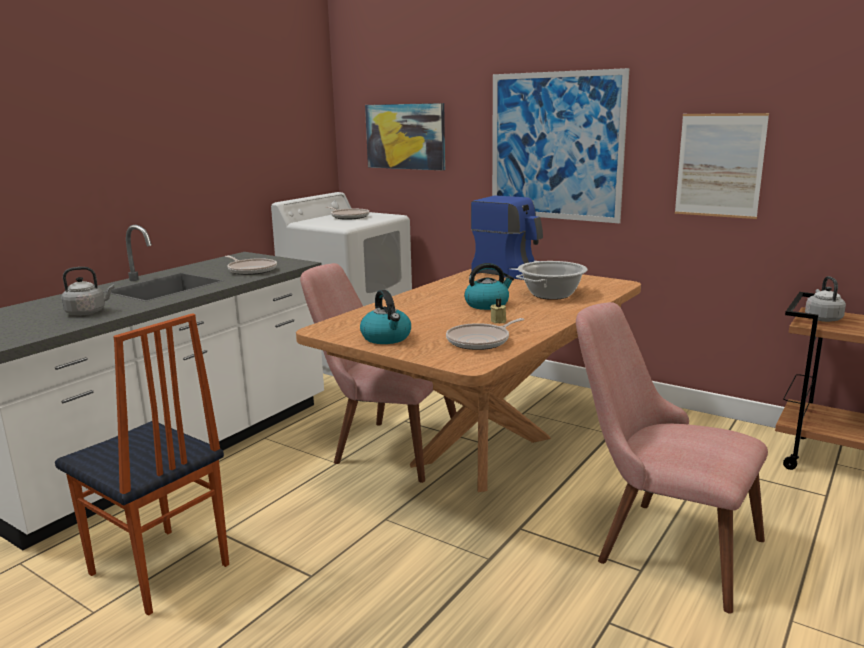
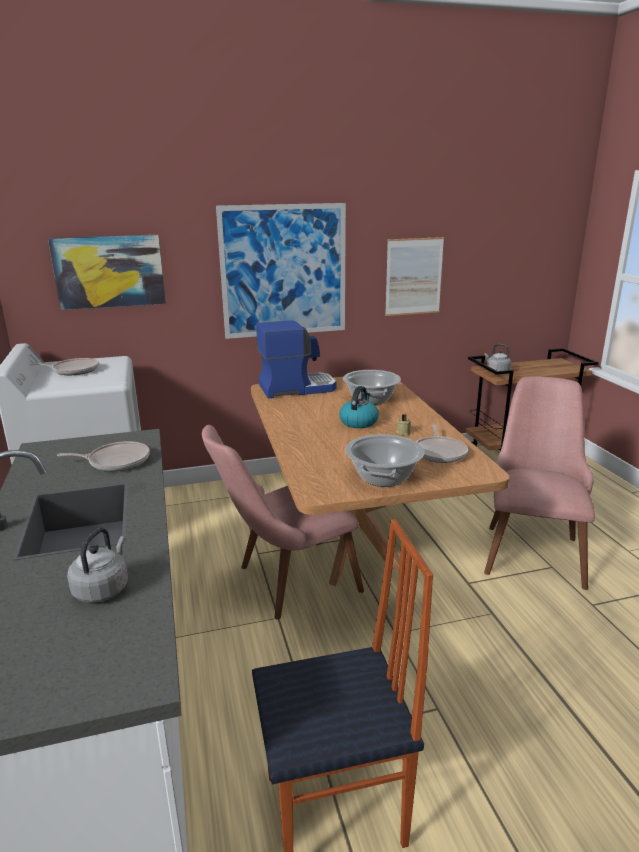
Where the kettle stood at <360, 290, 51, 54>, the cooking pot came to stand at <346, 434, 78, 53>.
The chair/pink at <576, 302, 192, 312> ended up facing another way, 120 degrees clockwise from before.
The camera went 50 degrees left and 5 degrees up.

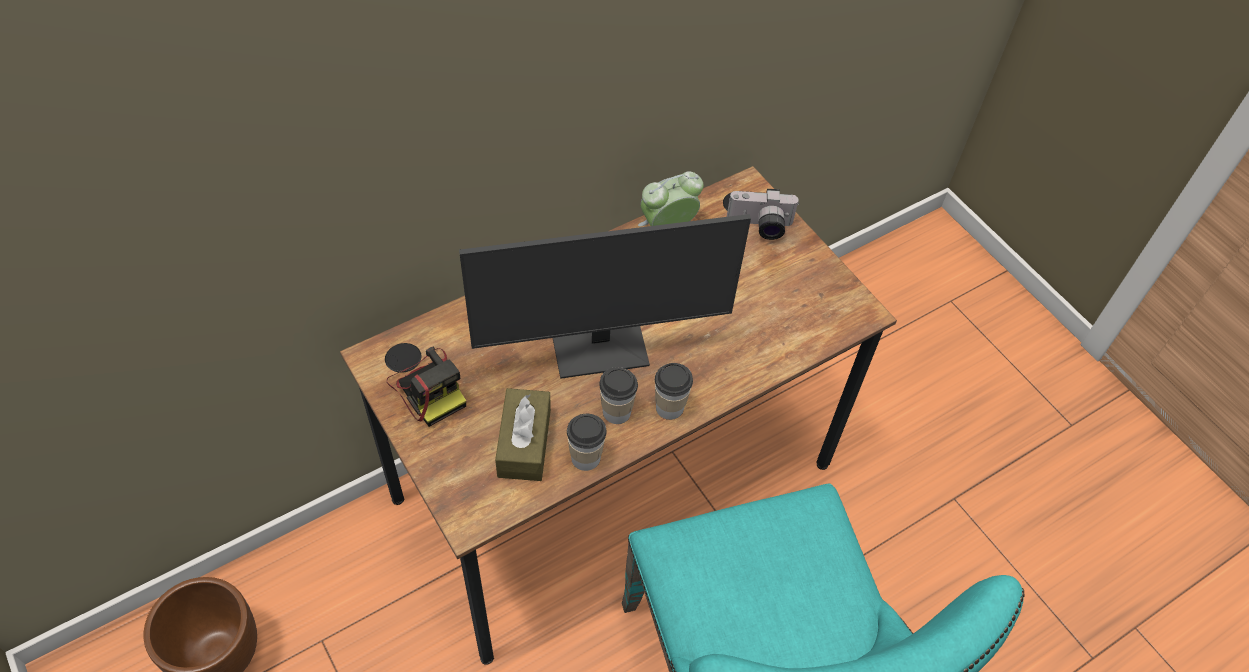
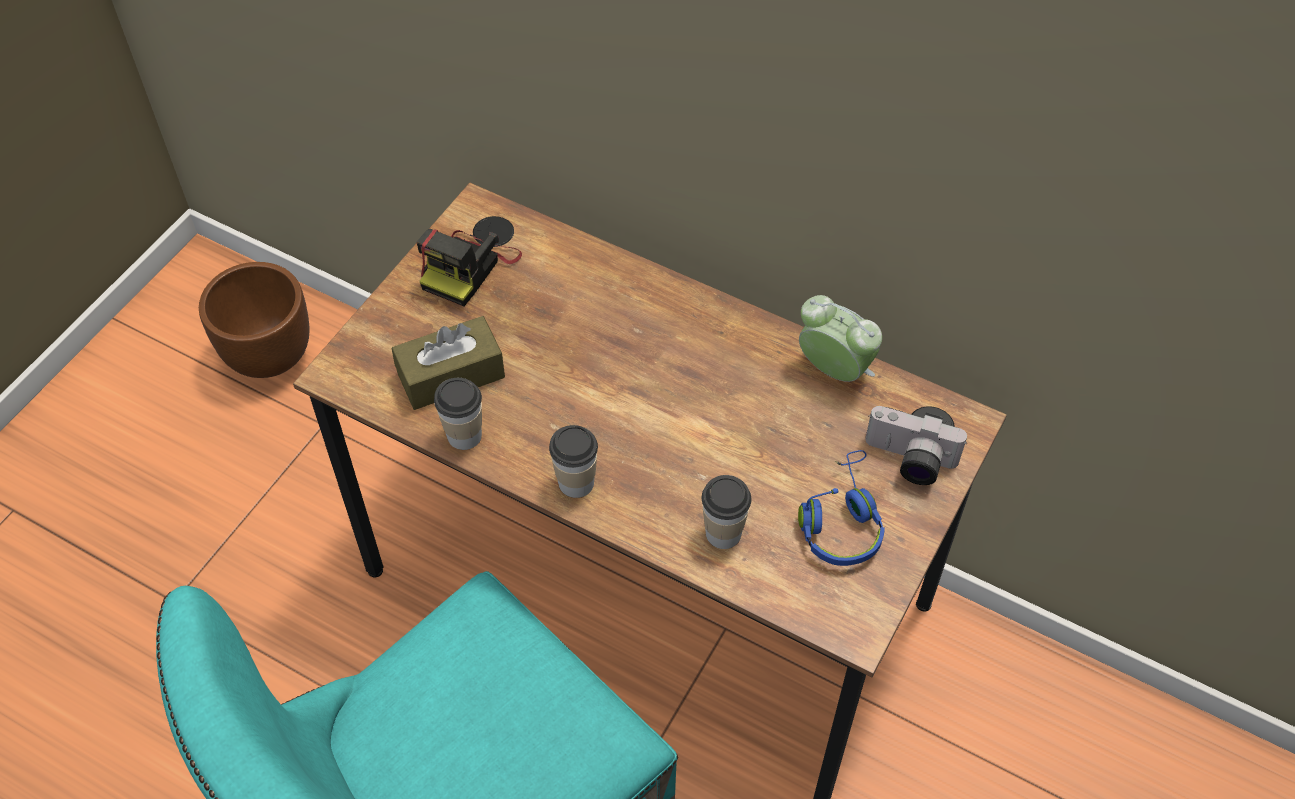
The second view lost the monitor at <459, 214, 292, 165>.
The cup ended up elsewhere, having gone from <599, 367, 39, 57> to <702, 475, 49, 74>.
The photo camera at <727, 189, 73, 51> ended up facing another way, 45 degrees counterclockwise from before.
The second view gained the headphones/blue at <798, 450, 87, 116>.
The camera went 65 degrees right and 0 degrees up.

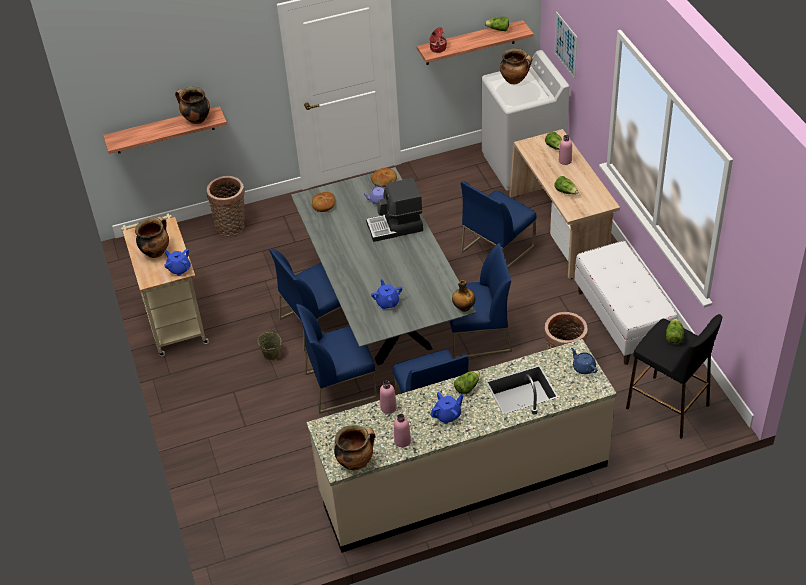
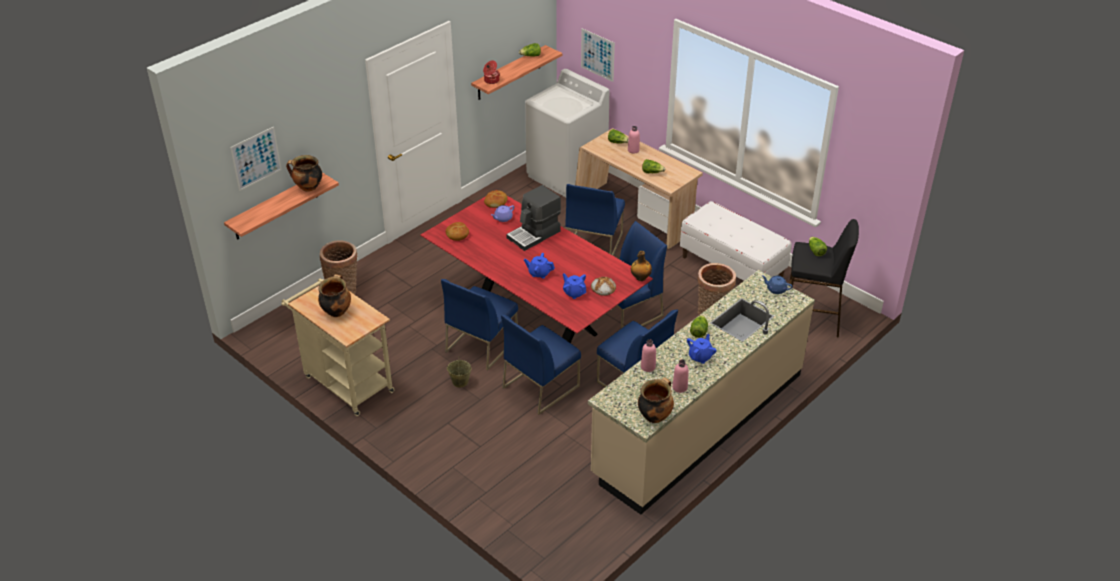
The teapot/blue ended up elsewhere, having gone from <164, 249, 27, 27> to <524, 253, 31, 26>.
What was the dining table/grey at <291, 167, 185, 198> turned into the dining table/red at <420, 196, 233, 147>.
The second view lost the cooking pot at <500, 48, 32, 36>.
The second view gained the picture at <230, 127, 52, 64>.
The second view gained the bread at <591, 277, 25, 19>.
The camera went 30 degrees left and 5 degrees down.

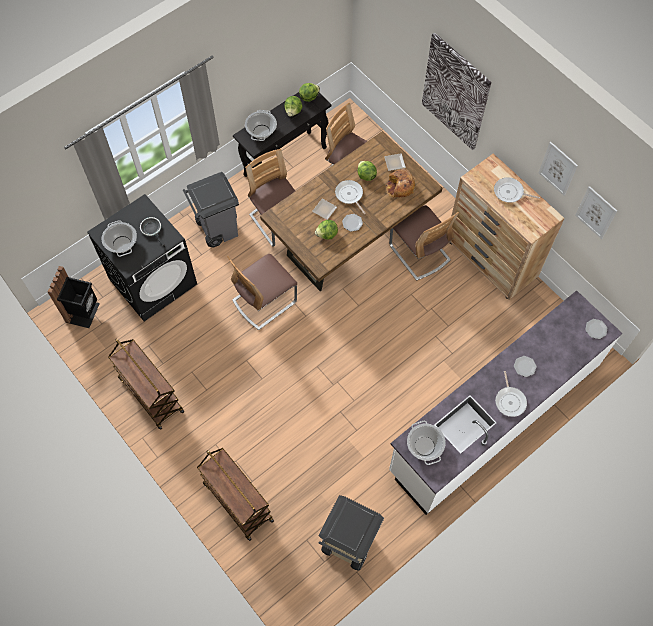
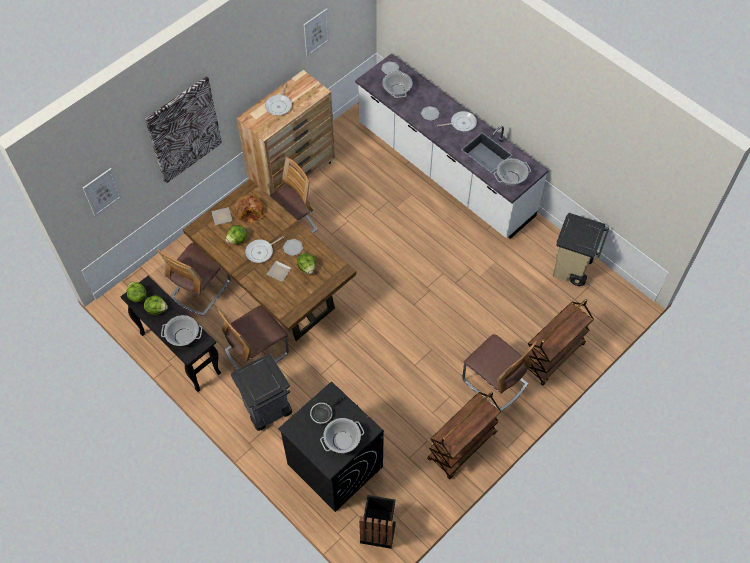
The chair ended up elsewhere, having gone from <227, 254, 70, 76> to <462, 334, 75, 77>.
The picture ended up elsewhere, having gone from <539, 142, 39, 54> to <83, 168, 39, 49>.
The second view gained the cooking pot at <382, 71, 30, 27>.
The camera went 95 degrees left and 5 degrees down.

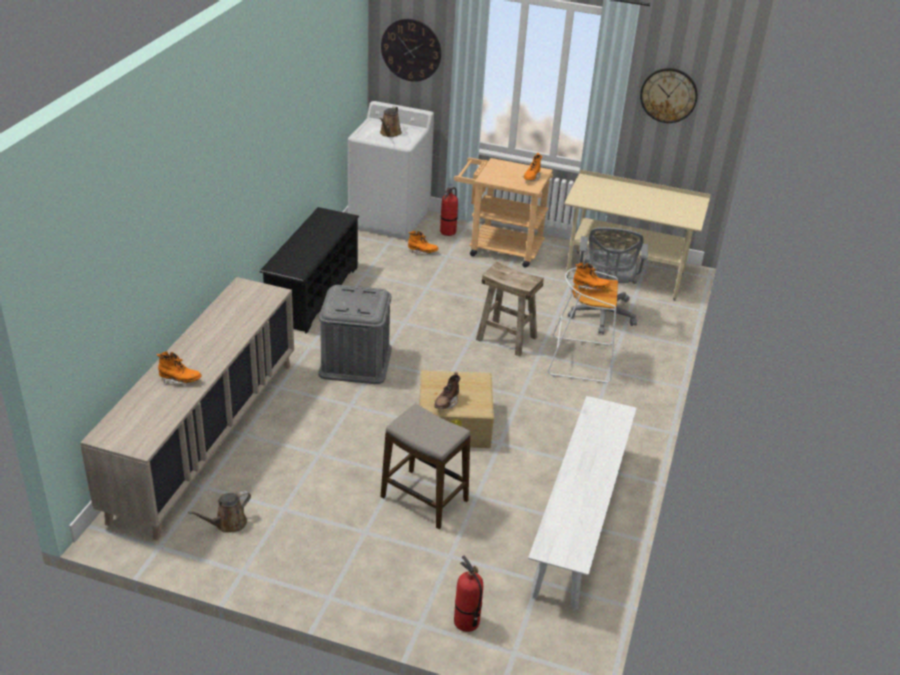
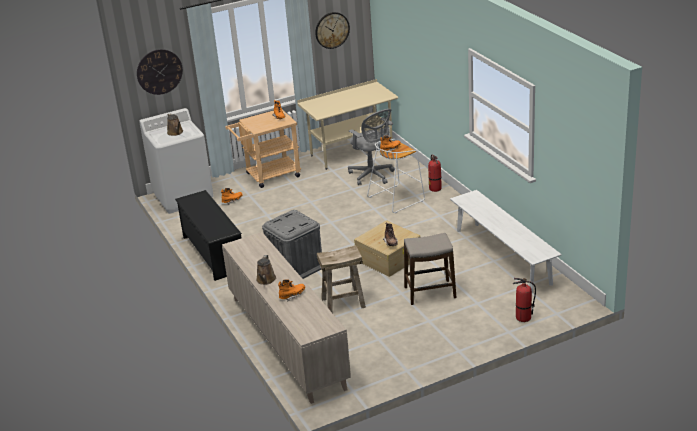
The watering can/brown ended up elsewhere, having gone from <188, 490, 63, 43> to <256, 255, 20, 30>.
The fire extinguisher ended up elsewhere, having gone from <440, 187, 18, 49> to <428, 155, 14, 37>.
The stool/beige ended up elsewhere, having gone from <476, 262, 68, 94> to <317, 245, 49, 68>.
The camera went 40 degrees left and 5 degrees down.

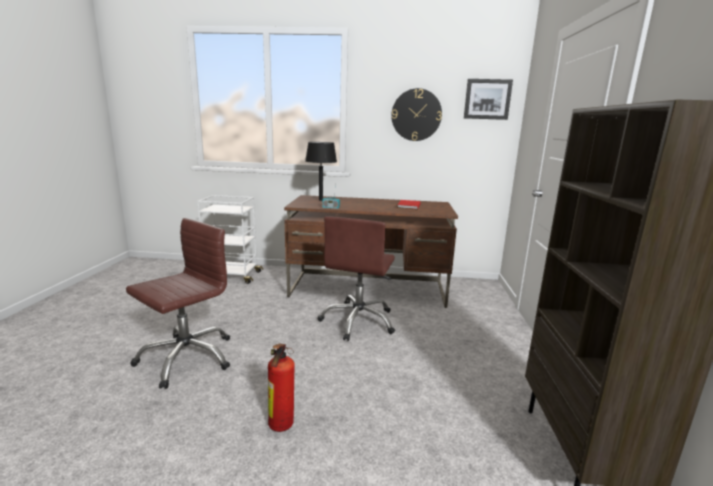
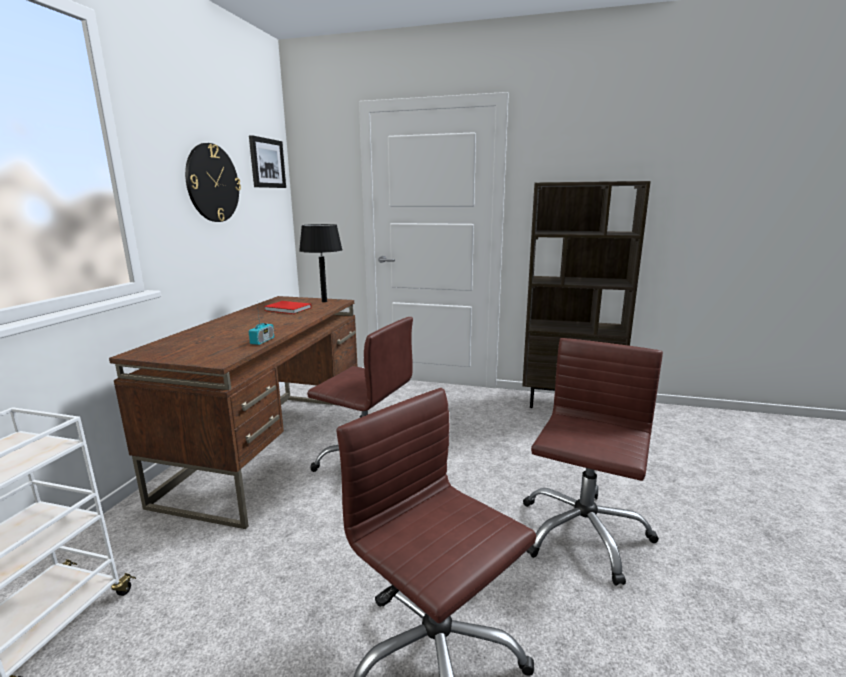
Where the fire extinguisher stood at <268, 343, 27, 89>, the office chair/brown came to stand at <523, 338, 140, 248>.
The table lamp/black ended up elsewhere, having gone from <305, 142, 32, 59> to <299, 224, 44, 78>.
The camera went 80 degrees left and 0 degrees up.

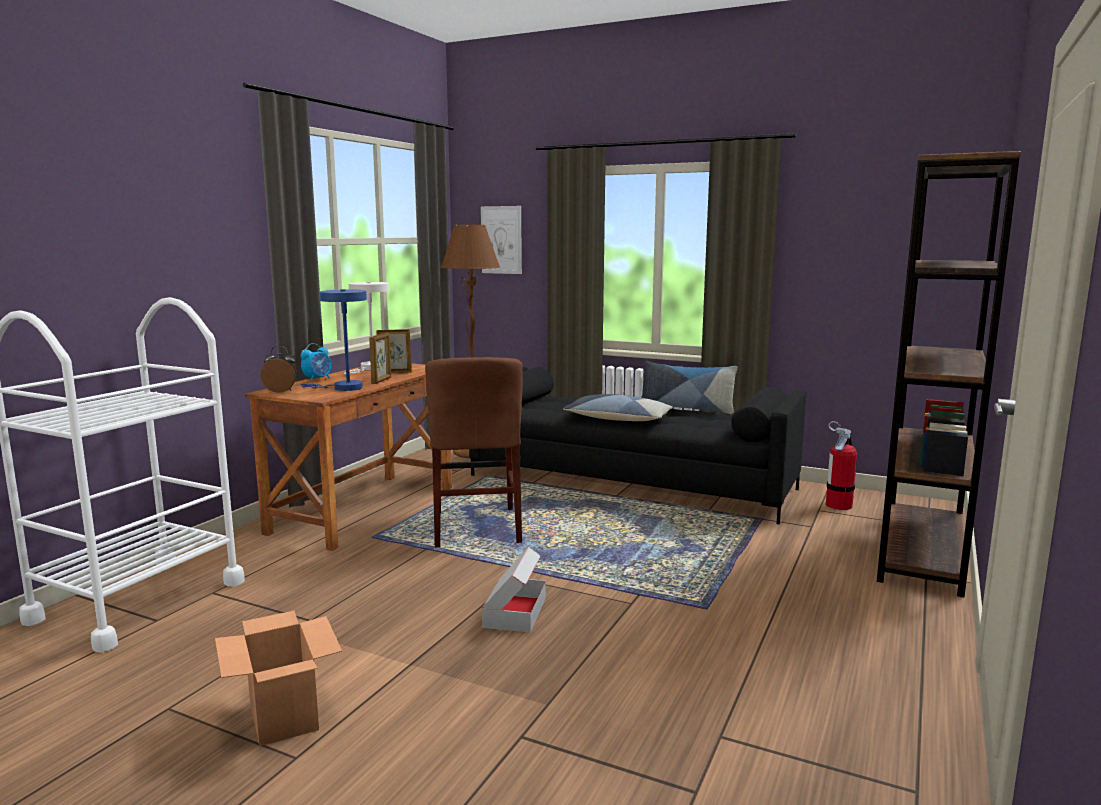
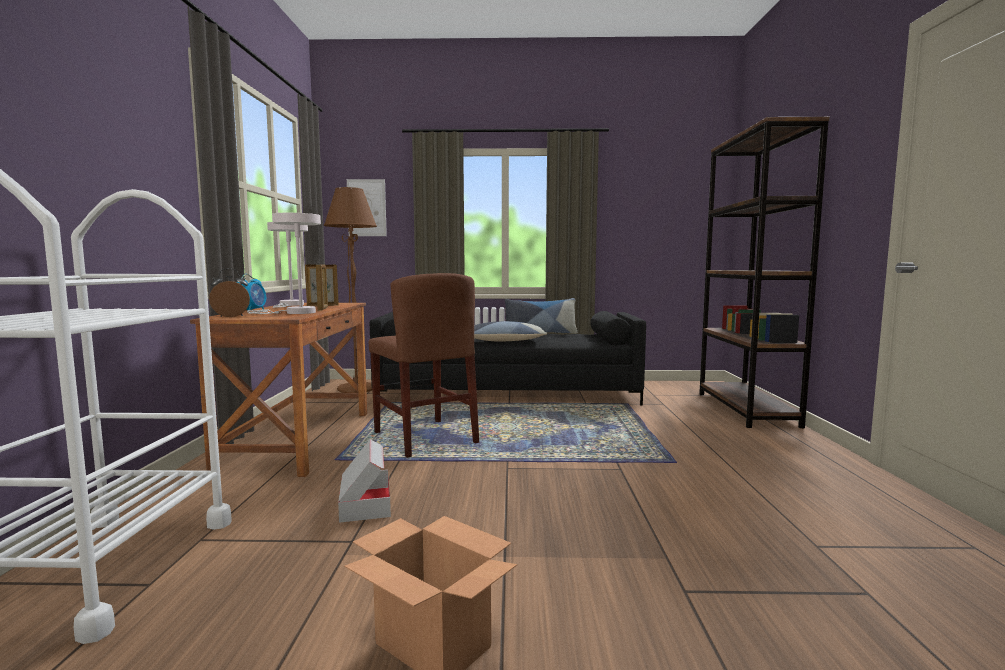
What was the table lamp/blue at <301, 289, 66, 102> turned into the table lamp/white at <247, 213, 74, 101>.
The cardboard box ended up elsewhere, having gone from <482, 547, 64, 86> to <338, 439, 53, 84>.
The second view lost the fire extinguisher at <826, 421, 31, 89>.
The camera went 25 degrees left and 5 degrees down.

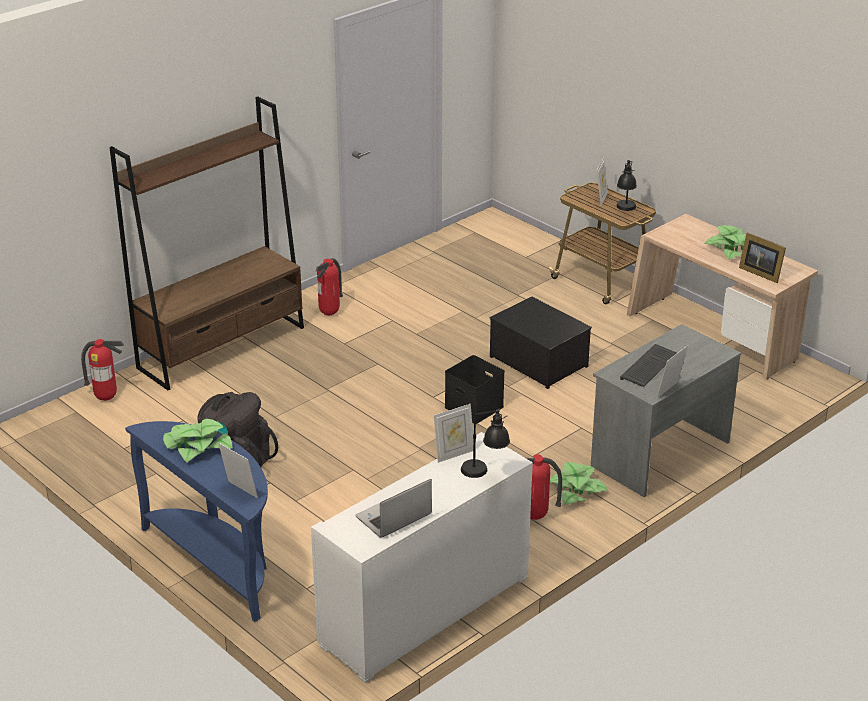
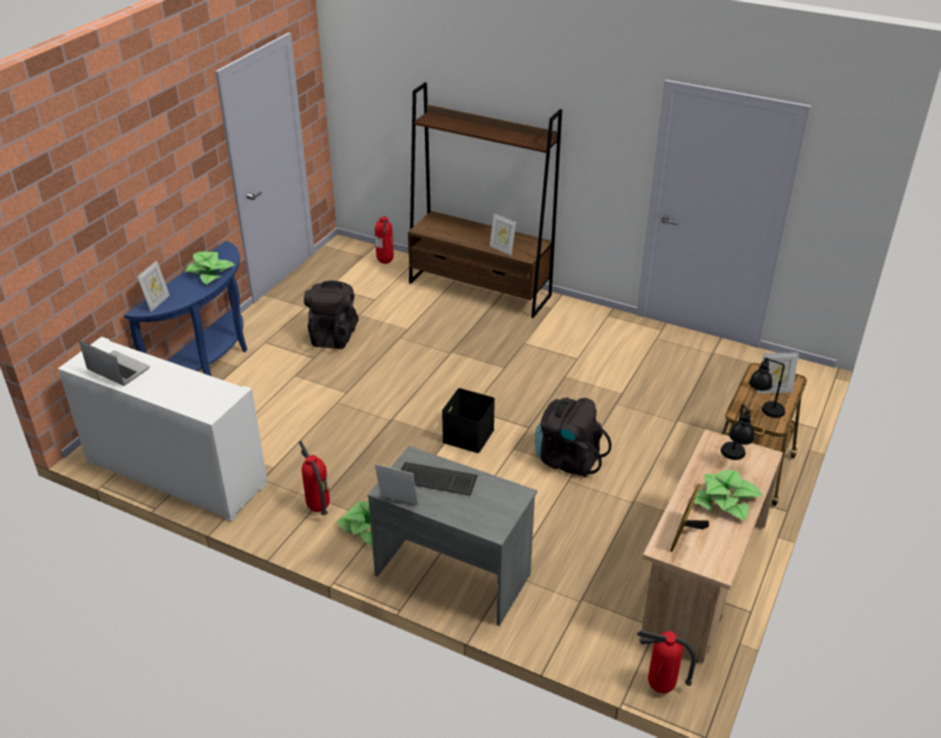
The fire extinguisher ended up elsewhere, having gone from <316, 258, 27, 57> to <637, 630, 59, 63>.
The picture frame ended up elsewhere, having gone from <434, 404, 39, 59> to <490, 213, 26, 43>.
The table lamp/black ended up elsewhere, having gone from <461, 408, 49, 70> to <721, 404, 34, 56>.
Where the storage box stood at <490, 296, 102, 93>, the backpack/black came to stand at <535, 397, 76, 80>.
The camera went 70 degrees right and 5 degrees up.

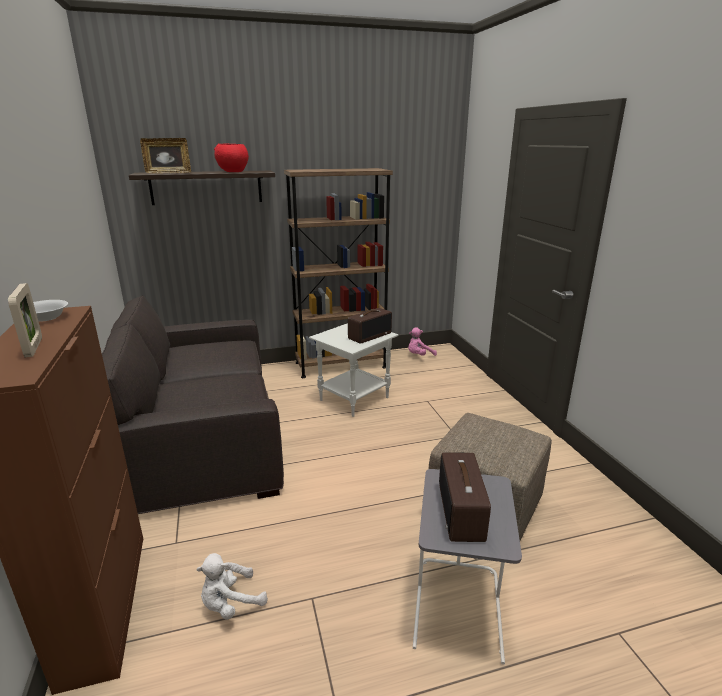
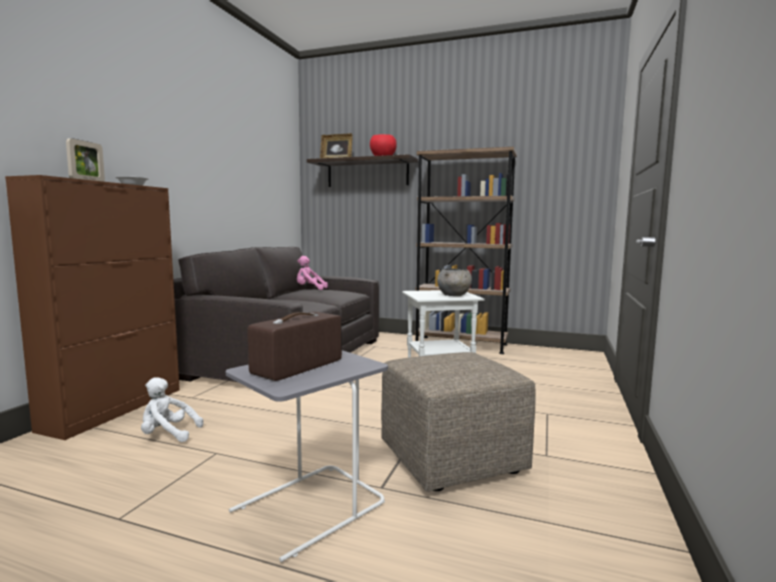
Where the radio stood at <348, 308, 44, 36>, the bowl/grey came to stand at <437, 269, 35, 27>.
The plush toy/pink ended up elsewhere, having gone from <408, 327, 29, 29> to <297, 256, 31, 34>.
The camera went 35 degrees right and 15 degrees down.

